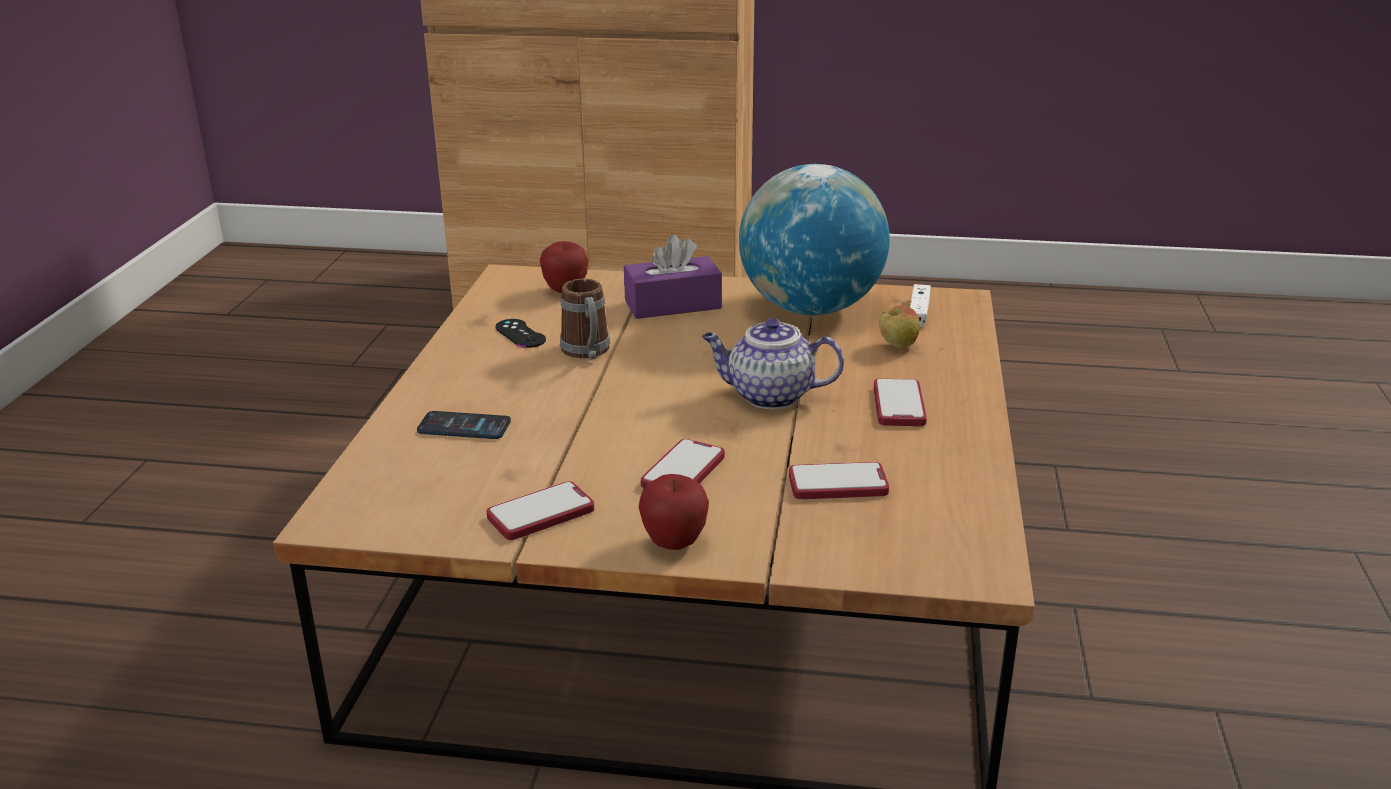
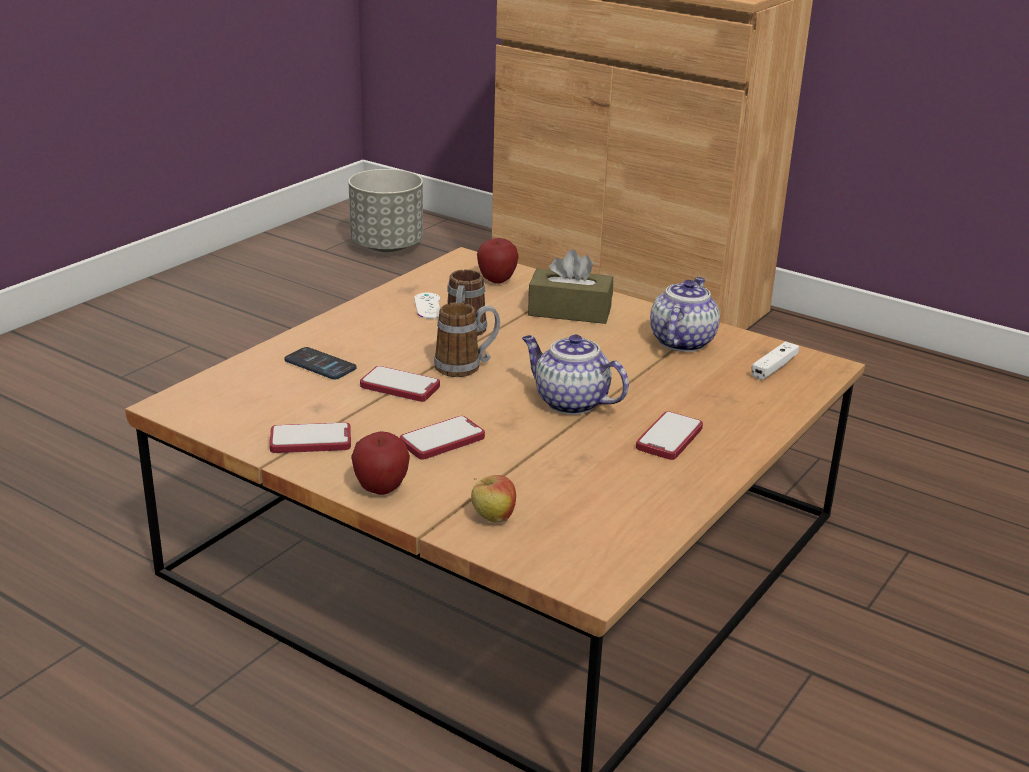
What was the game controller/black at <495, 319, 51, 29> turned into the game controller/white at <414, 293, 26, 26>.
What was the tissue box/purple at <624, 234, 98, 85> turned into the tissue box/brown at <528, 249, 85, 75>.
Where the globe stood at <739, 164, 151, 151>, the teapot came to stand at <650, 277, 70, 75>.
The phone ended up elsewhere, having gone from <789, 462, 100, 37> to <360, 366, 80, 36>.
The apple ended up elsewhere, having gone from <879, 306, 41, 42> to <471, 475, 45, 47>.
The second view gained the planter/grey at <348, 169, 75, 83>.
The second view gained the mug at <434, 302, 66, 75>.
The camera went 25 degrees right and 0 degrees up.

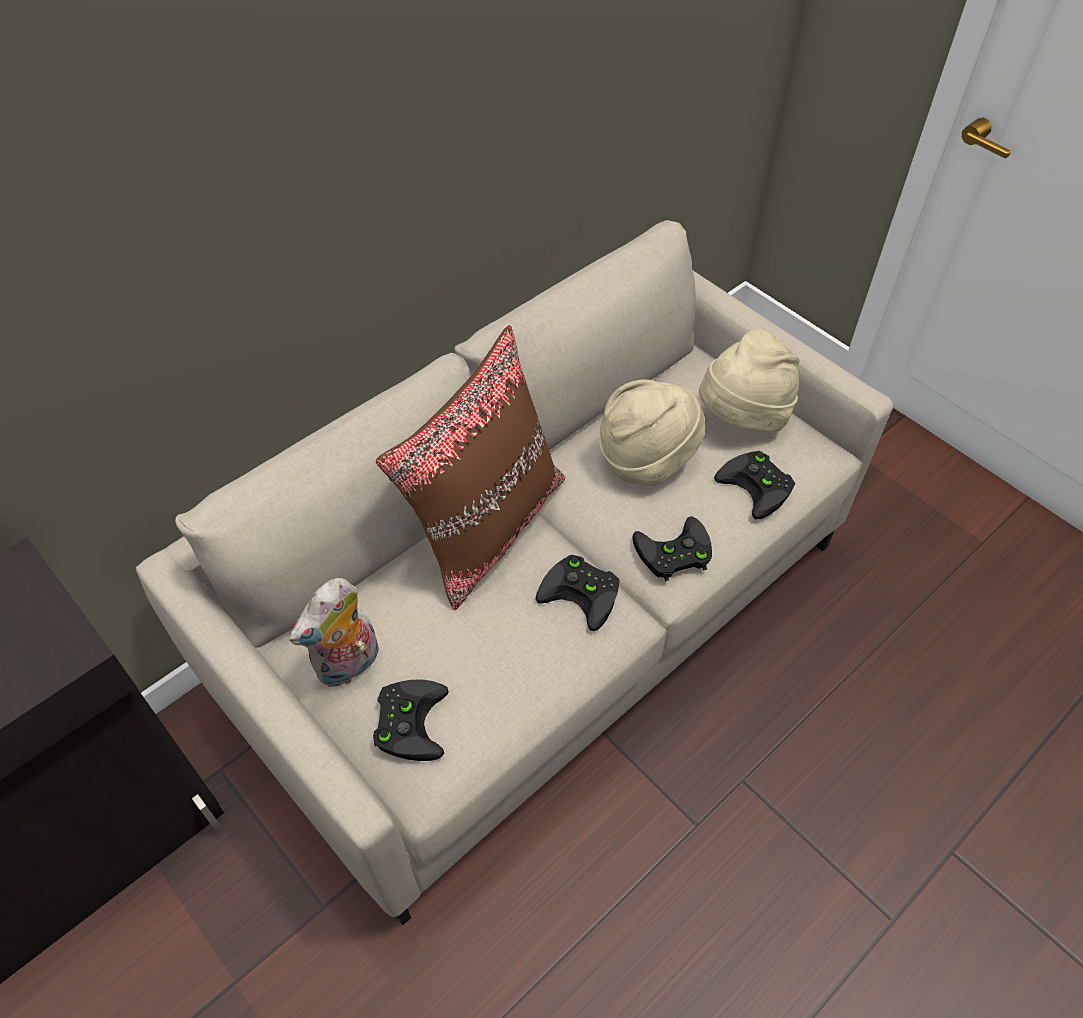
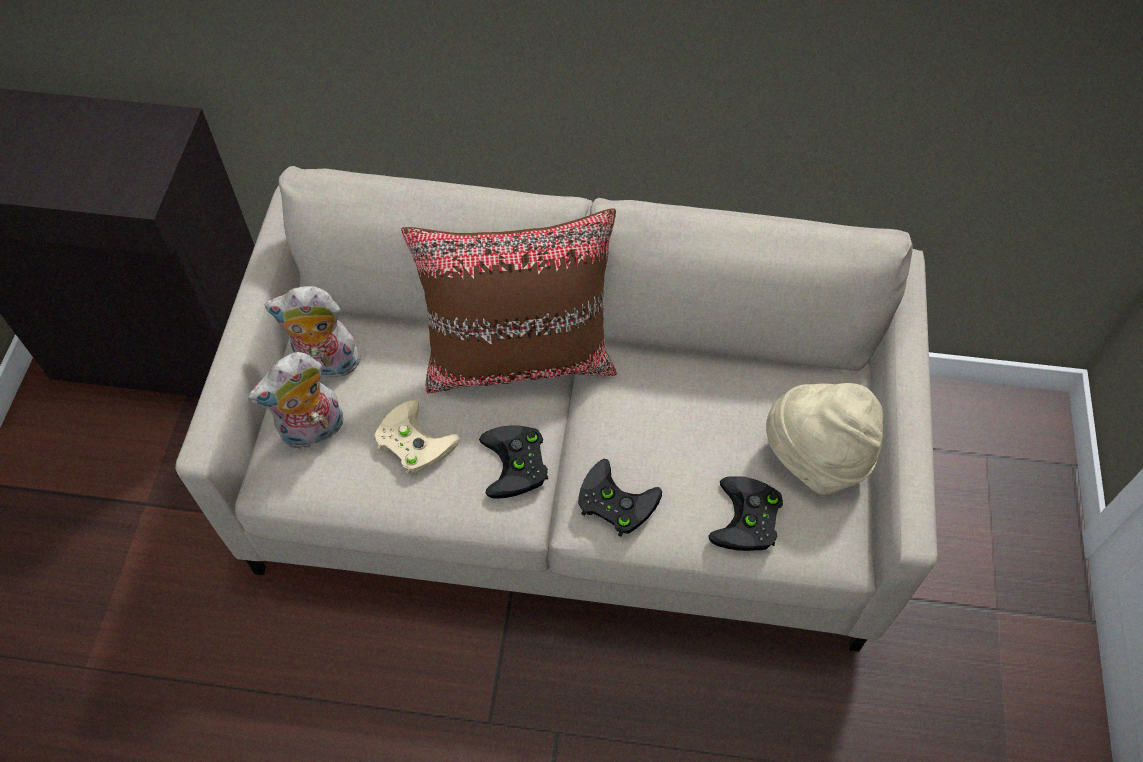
Where the game controller/black stood at <373, 680, 75, 81>, the plush toy came to stand at <248, 352, 95, 97>.
The second view lost the hat/beige at <599, 379, 106, 107>.
The second view gained the game controller/beige at <374, 400, 86, 75>.
The camera went 50 degrees right and 5 degrees up.

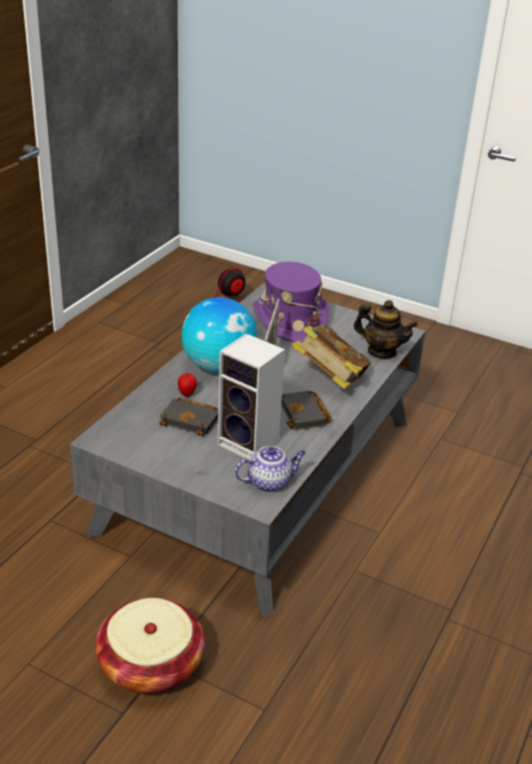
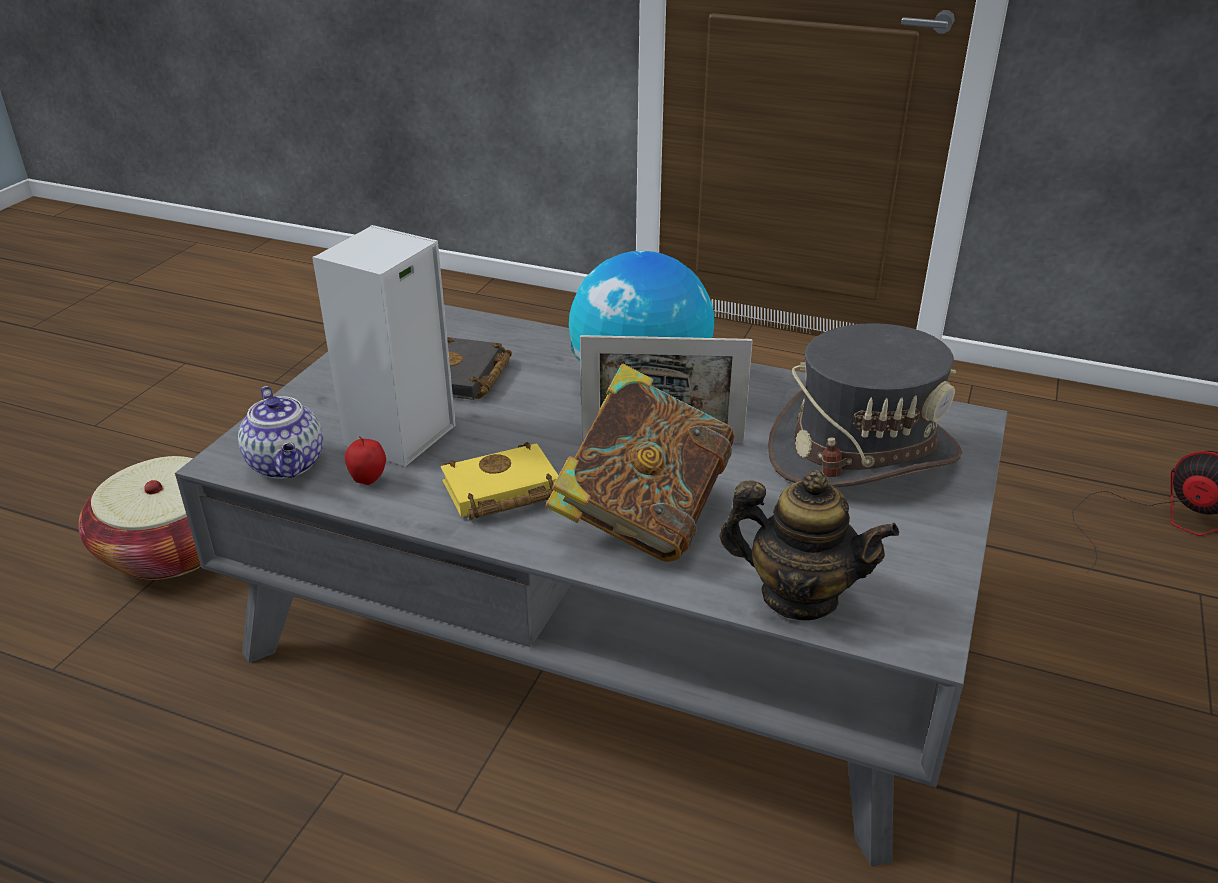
The apple ended up elsewhere, having gone from <178, 373, 19, 24> to <345, 436, 41, 49>.
What was the hat/purple at <253, 262, 76, 80> turned into the hat/grey at <768, 323, 194, 165>.
What was the book/black at <281, 391, 51, 39> turned into the book/yellow at <441, 442, 117, 78>.
The teapot at <353, 300, 65, 59> ended up facing another way, 90 degrees counterclockwise from before.
The camera went 85 degrees right and 0 degrees up.

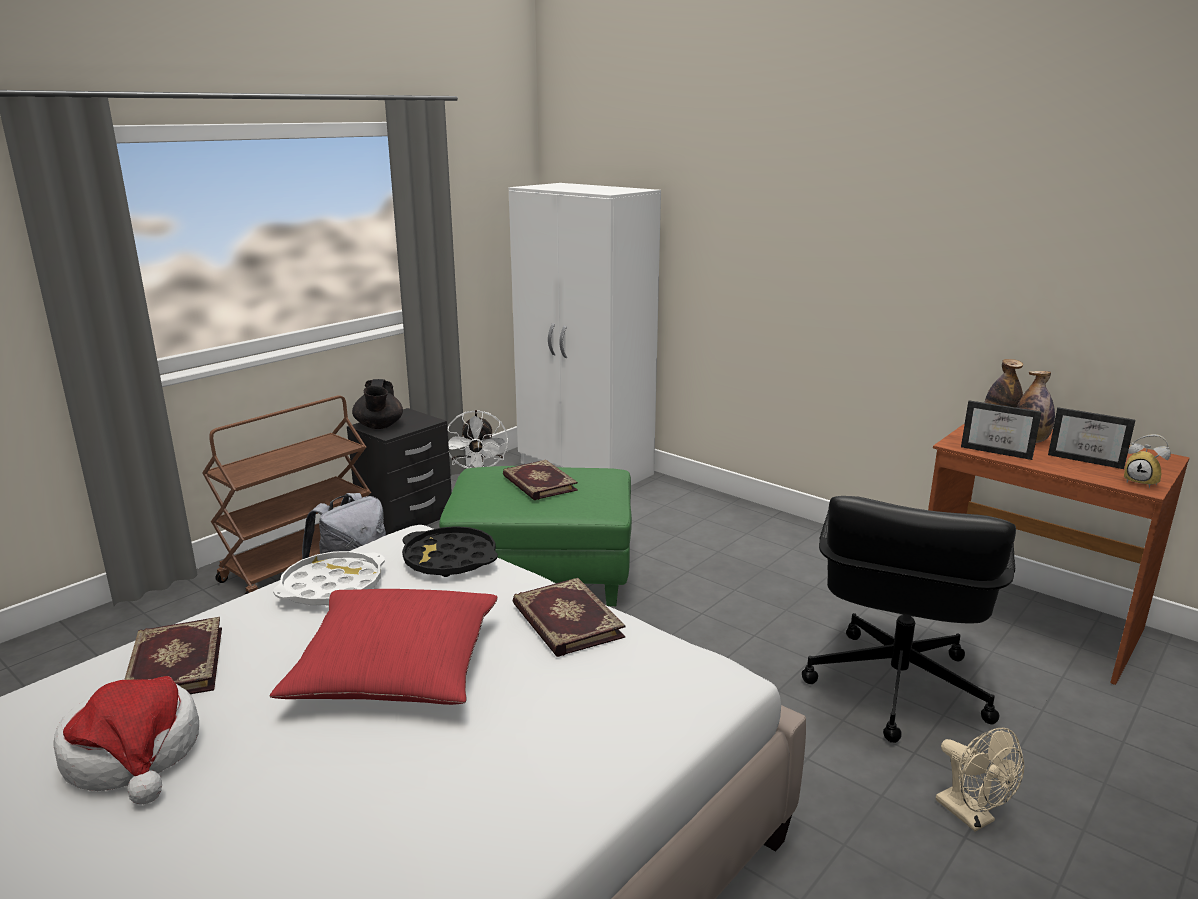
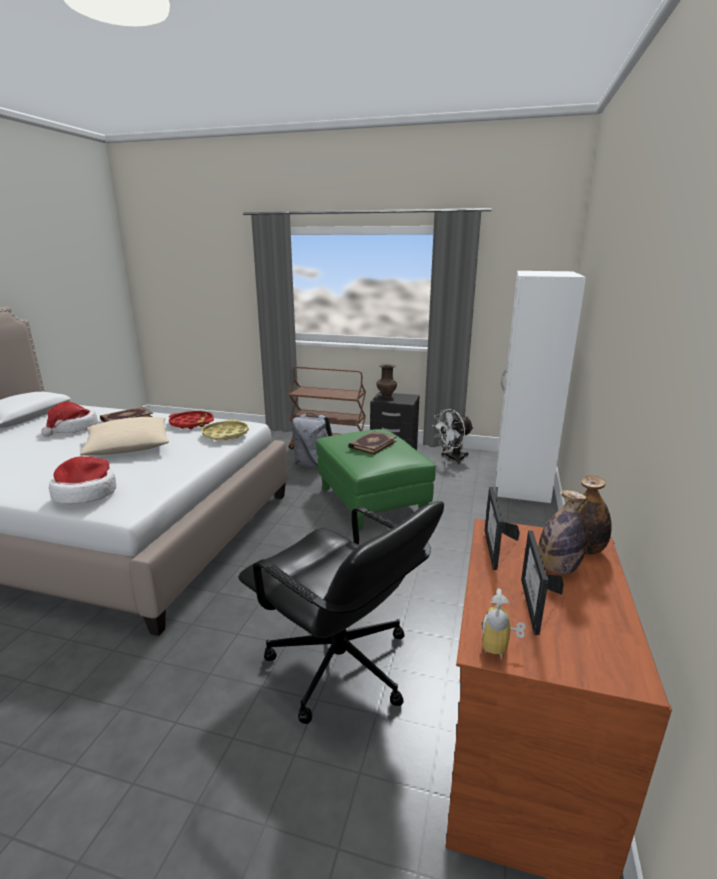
What was the pillow/red at <270, 589, 228, 116> turned into the pillow/beige at <80, 417, 89, 38>.
What was the tray/white at <273, 551, 112, 55> turned into the tray/red at <169, 411, 45, 18>.
Where the teapot/black stood at <352, 379, 51, 50>, the vase/brown came to stand at <376, 364, 21, 34>.
What was the tray/black at <402, 526, 96, 51> turned into the tray/yellow at <202, 420, 47, 20>.
The second view lost the book at <513, 578, 112, 79>.
The office chair/black at <802, 496, 214, 247> ended up facing another way, 135 degrees counterclockwise from before.
The second view lost the fan/beige at <936, 728, 88, 104>.
The second view gained the hat at <49, 456, 67, 48>.
The camera went 65 degrees right and 0 degrees up.

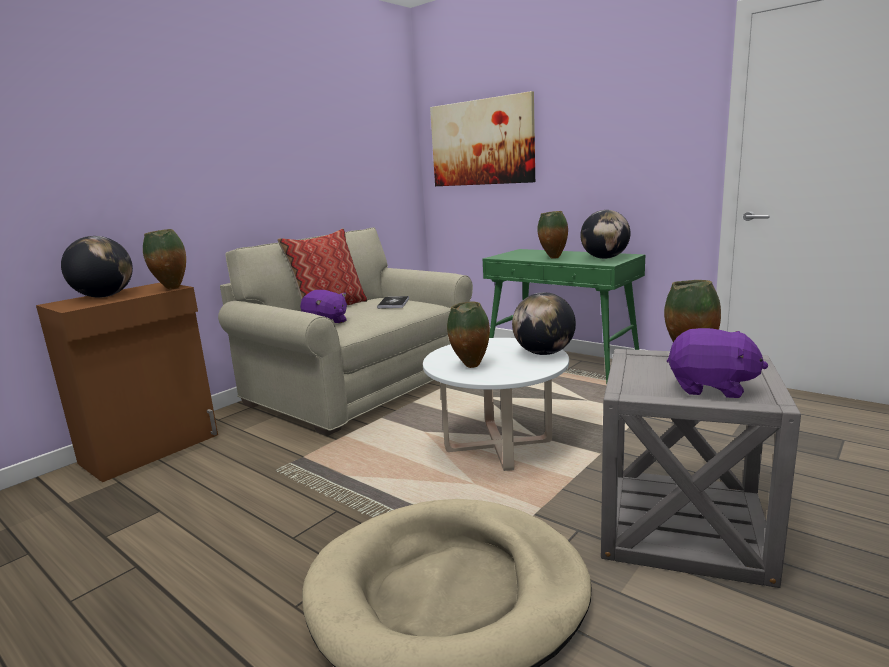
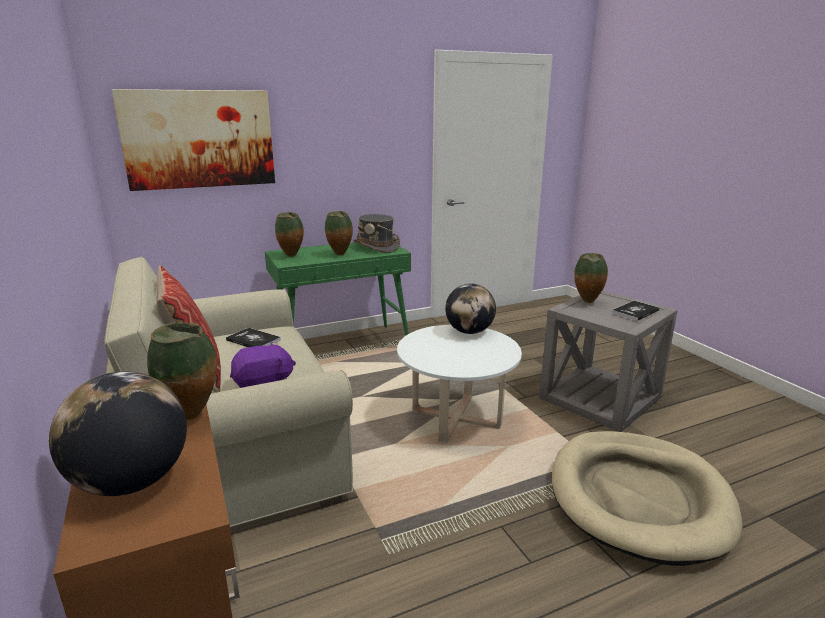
The vase ended up elsewhere, having gone from <447, 302, 43, 66> to <275, 212, 29, 45>.
Where the globe stood at <580, 210, 51, 49>, the hat/grey came to stand at <354, 214, 46, 39>.
Where the plush toy/purple stood at <667, 328, 101, 70>, the book came to stand at <612, 301, 48, 20>.
The camera went 65 degrees left and 5 degrees up.

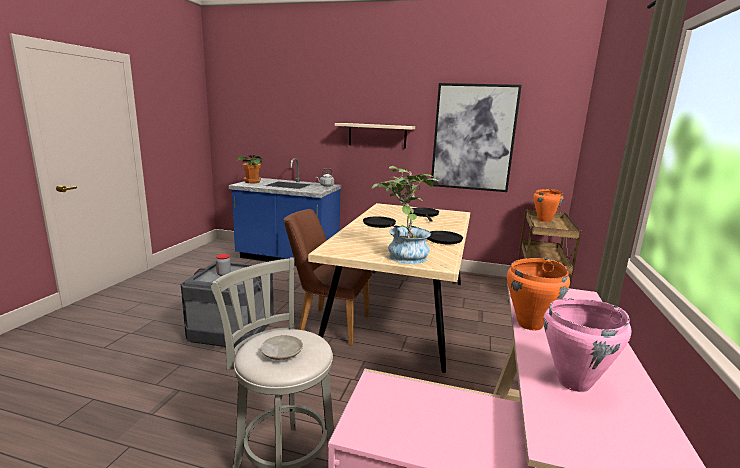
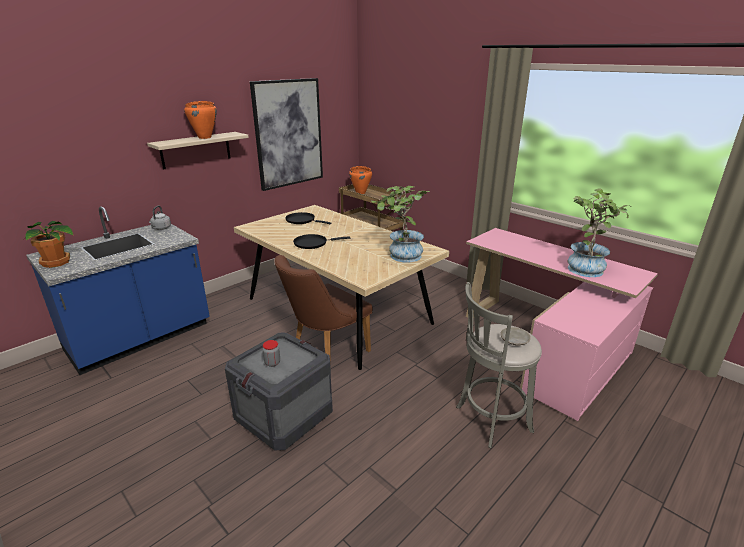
The second view lost the frying pan/black at <411, 226, 52, 18>.
The cooking pot/orange ended up elsewhere, having gone from <507, 258, 63, 73> to <184, 101, 33, 38>.
Where the cooking pot/pink stood at <543, 298, 88, 94>, the potted plant came to stand at <568, 189, 64, 88>.
The camera went 60 degrees left and 10 degrees up.

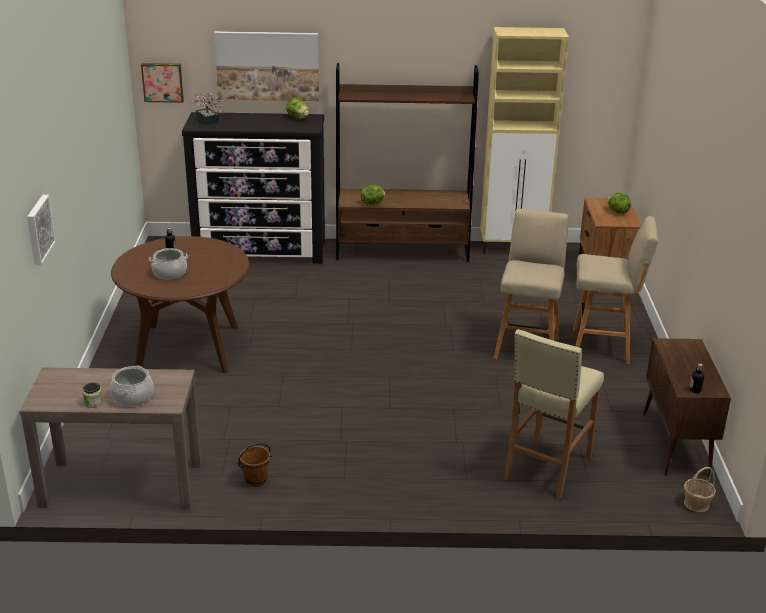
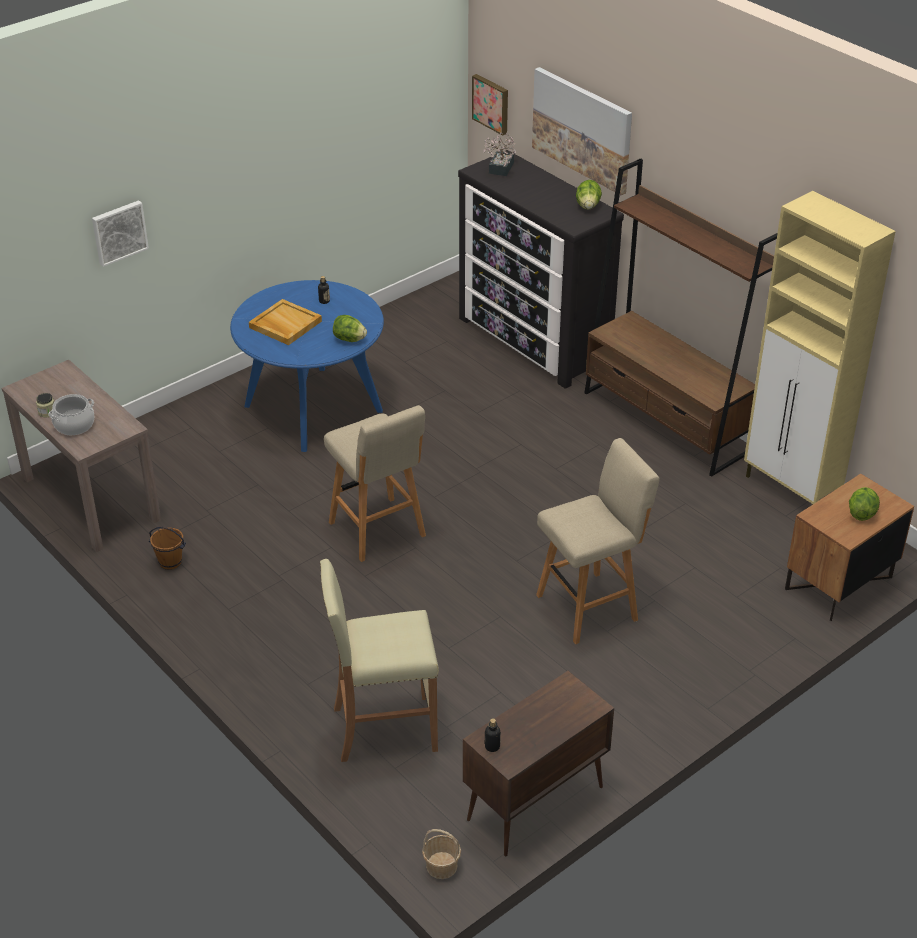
What was the dining table/brown at <111, 236, 139, 138> turned into the dining table/blue at <230, 280, 154, 172>.
Where the cooking pot stood at <149, 248, 39, 32>, the tray/beige came to stand at <249, 299, 73, 46>.
The lettuce ended up elsewhere, having gone from <361, 185, 24, 20> to <333, 315, 34, 27>.
The stool/beige ended up elsewhere, having gone from <573, 216, 85, 148> to <324, 405, 102, 157>.
The camera went 50 degrees right and 10 degrees up.

